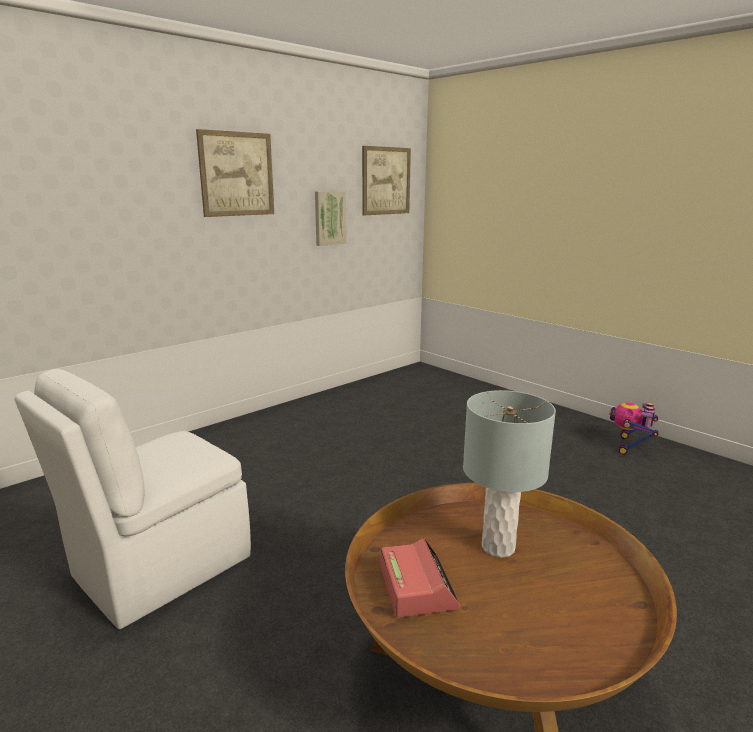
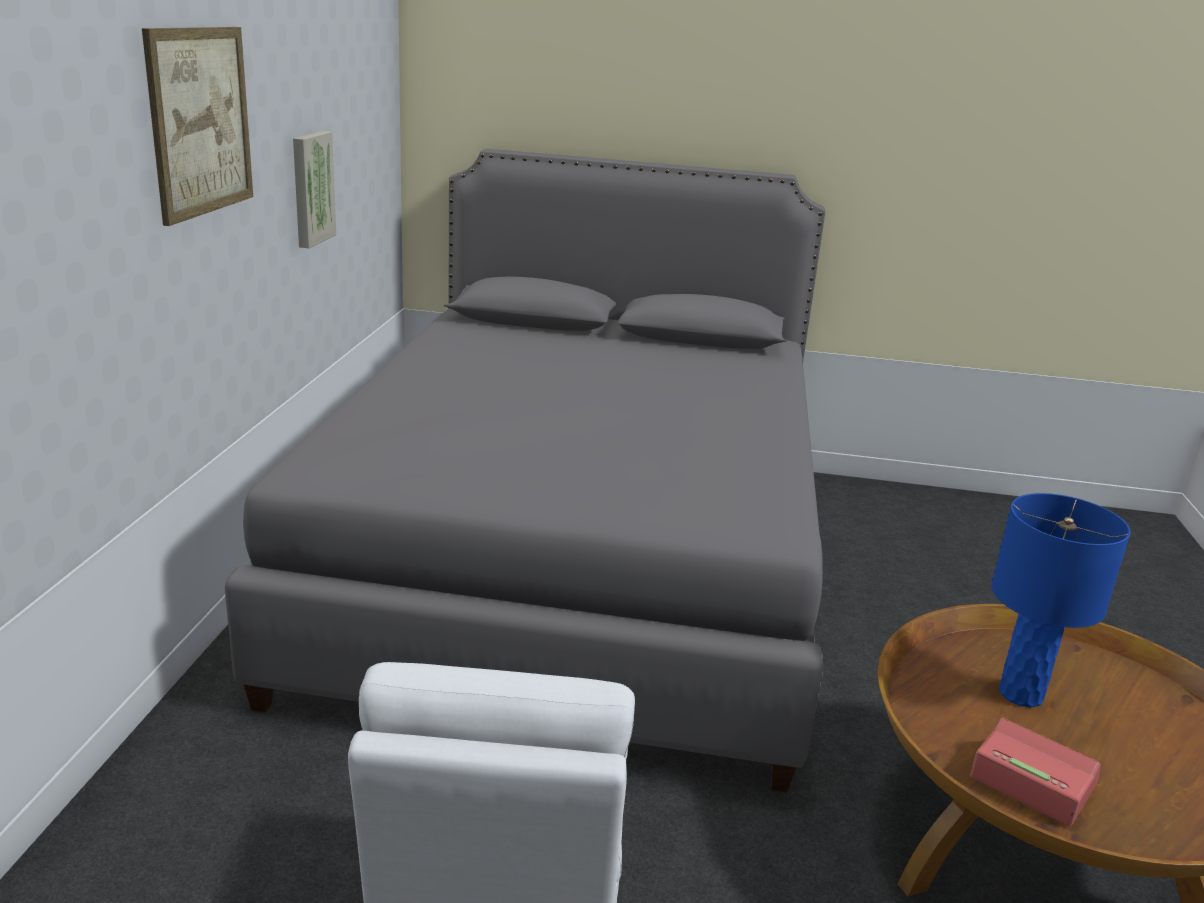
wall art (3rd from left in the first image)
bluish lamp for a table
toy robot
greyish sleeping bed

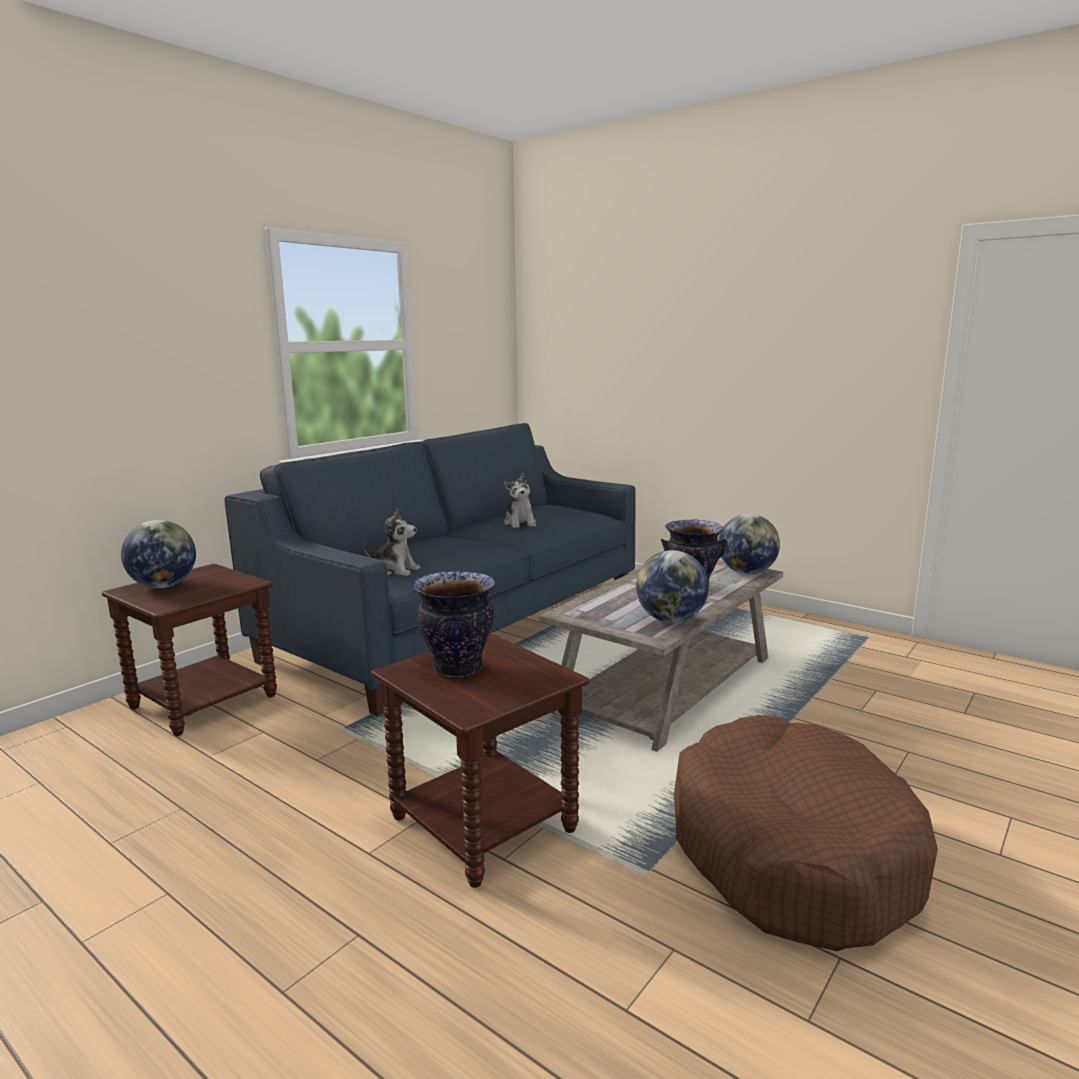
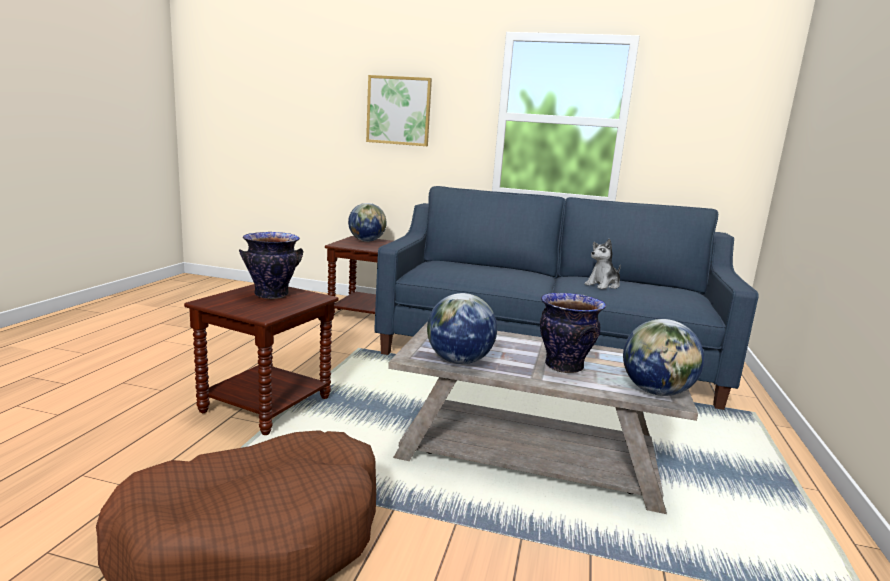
plush toy (1st from left in the first image)
wall art

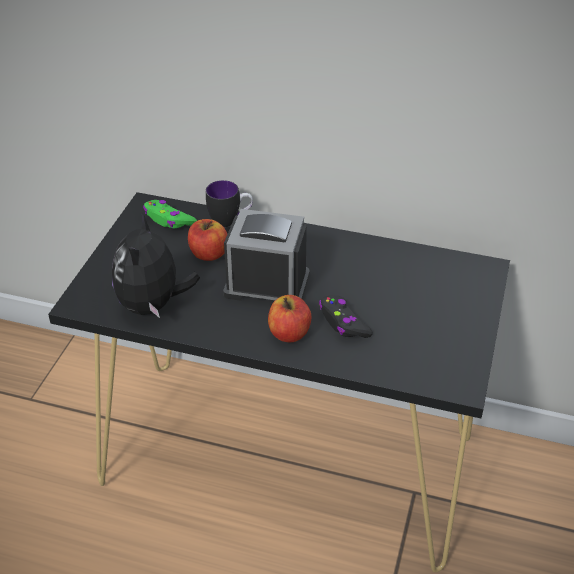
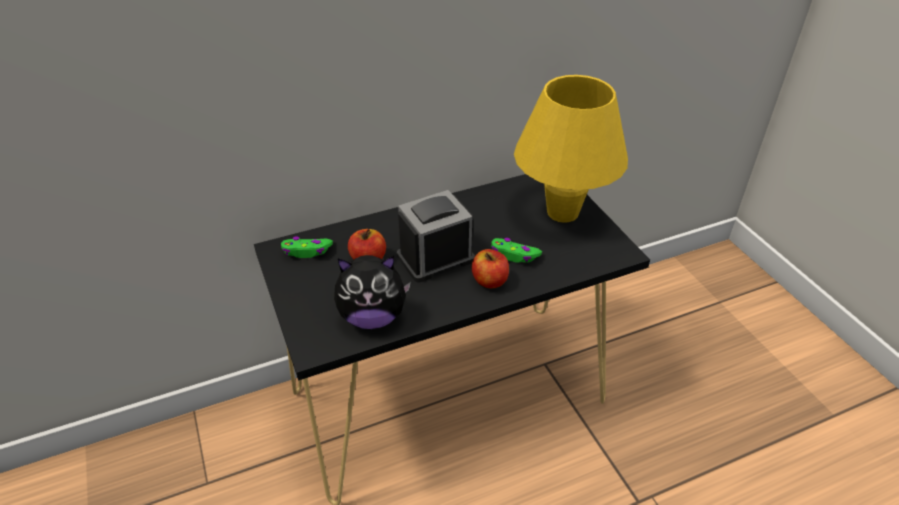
coffee mug
plush toy
greenish joypad (2nd from left)
yellow lamp for a table

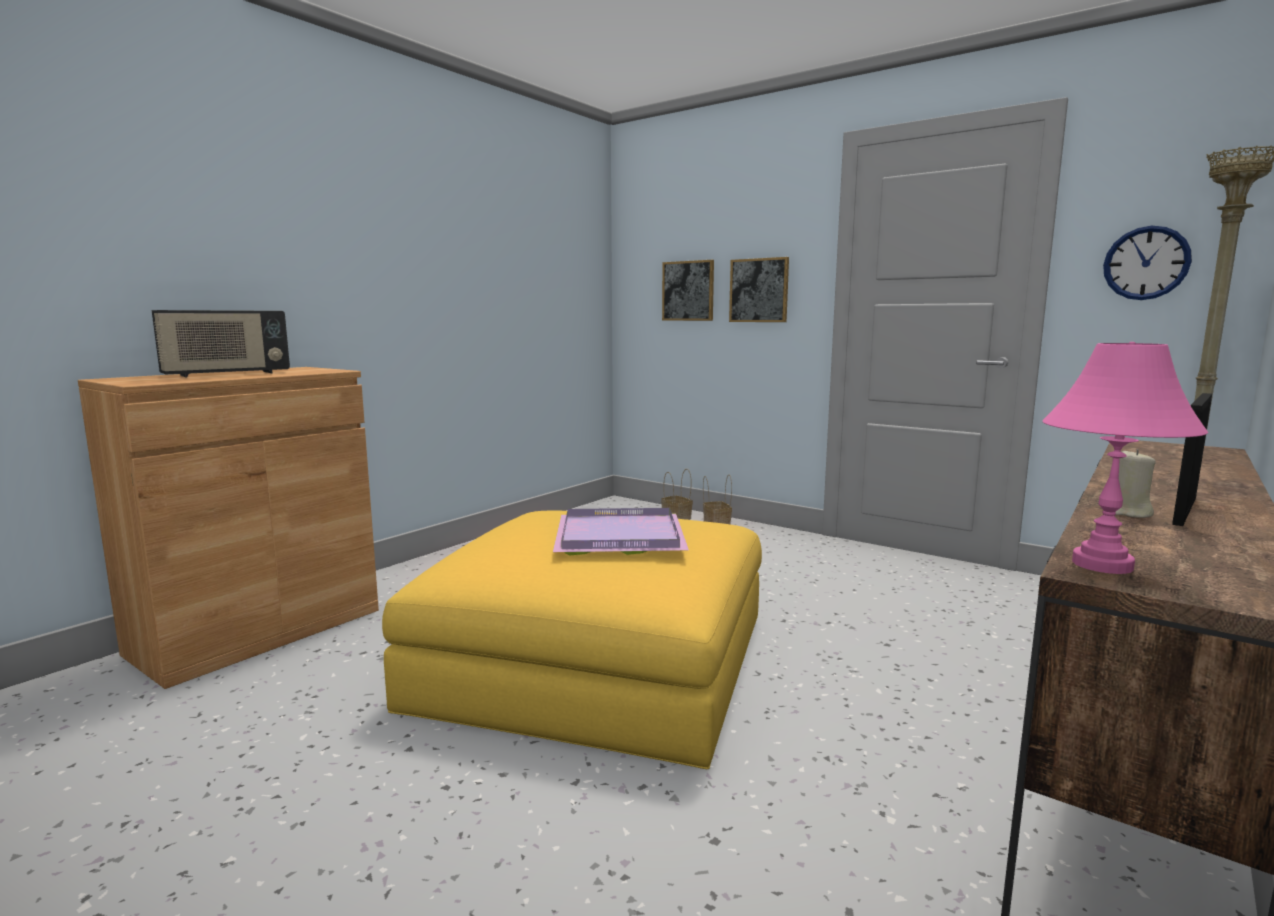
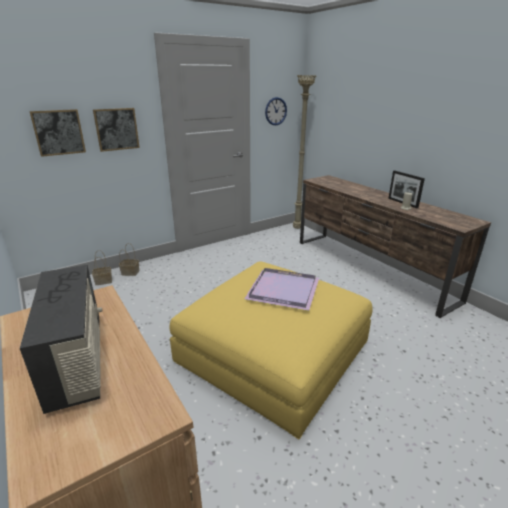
pink lamp for a table

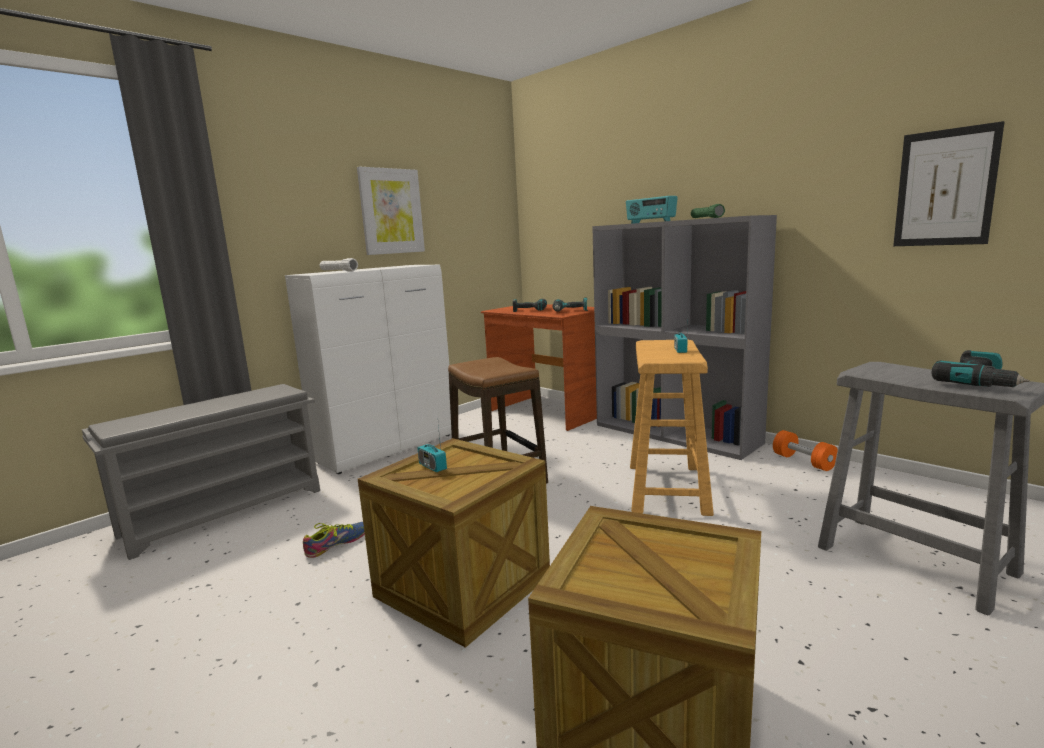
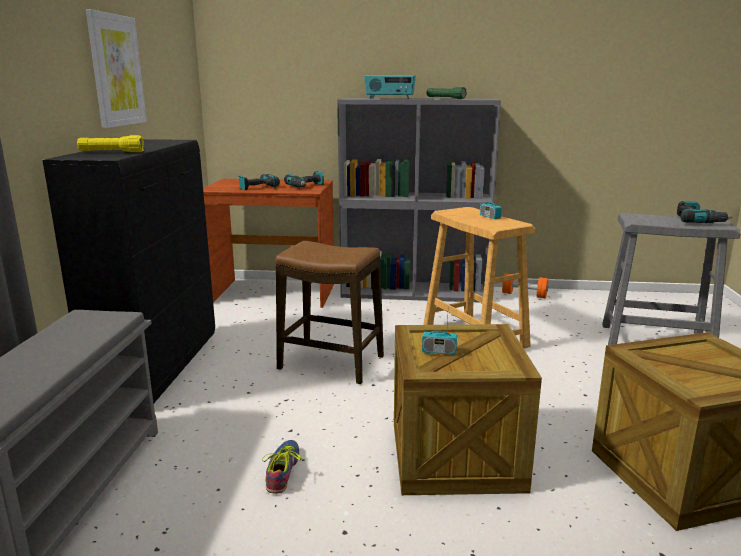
wall art (2nd from left in the first image)
yellow flashlight
black-coloured cabinet

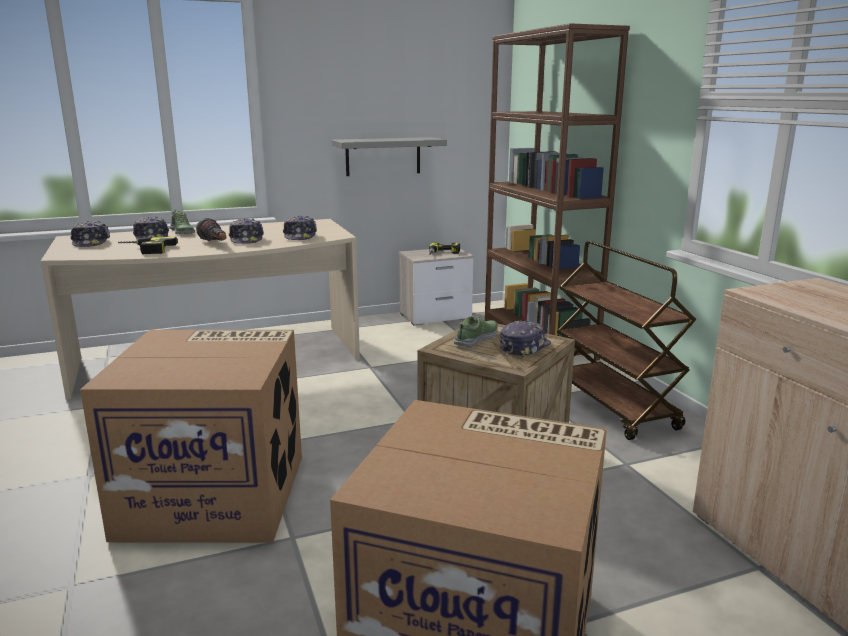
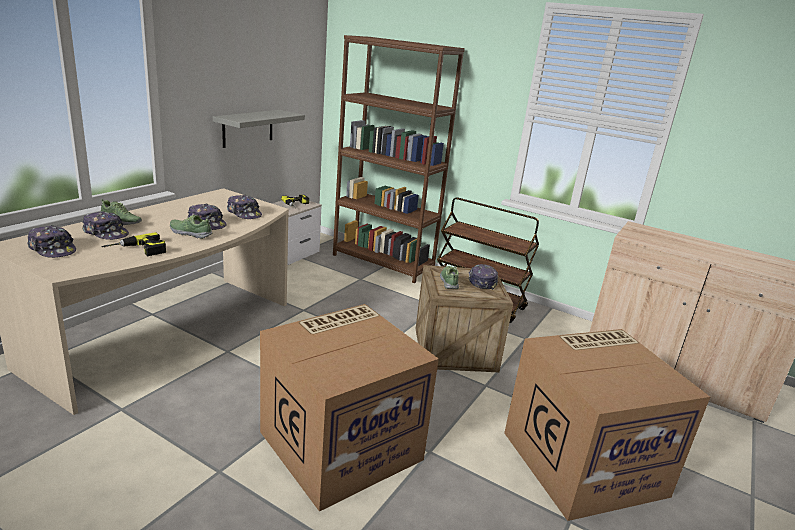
shoe (2nd from left)

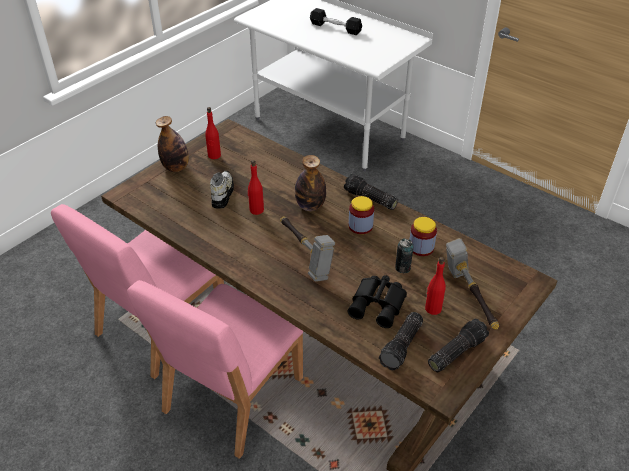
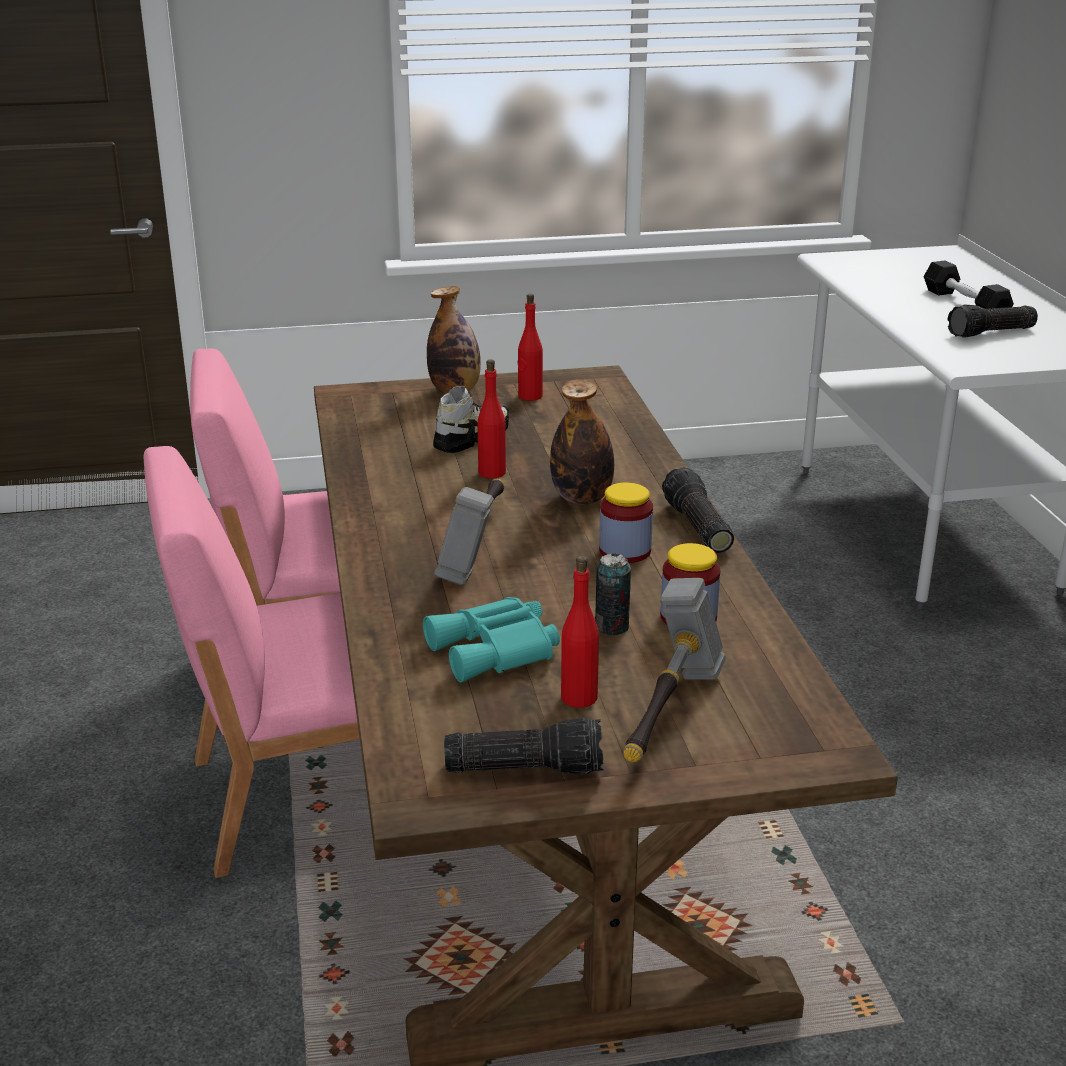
turquoise binoculars
flashlight (3rd from left)

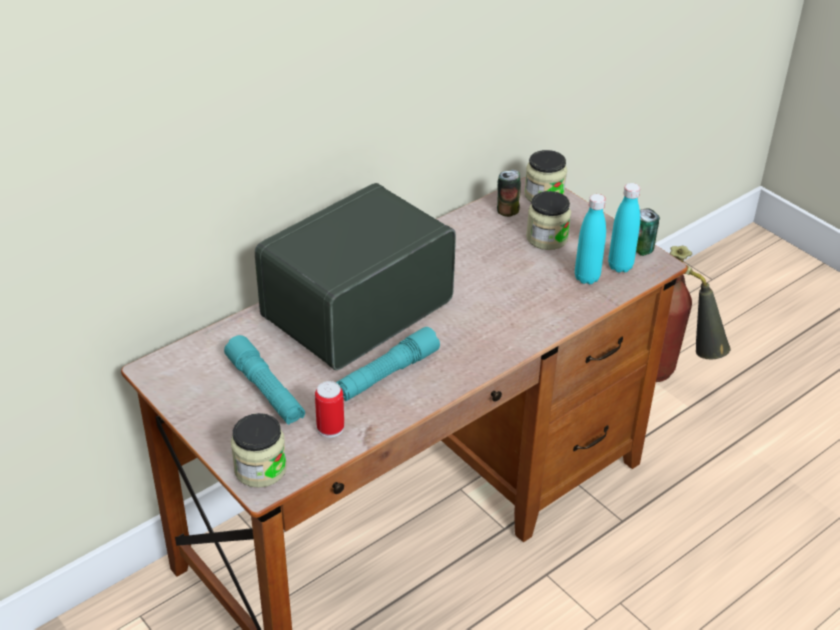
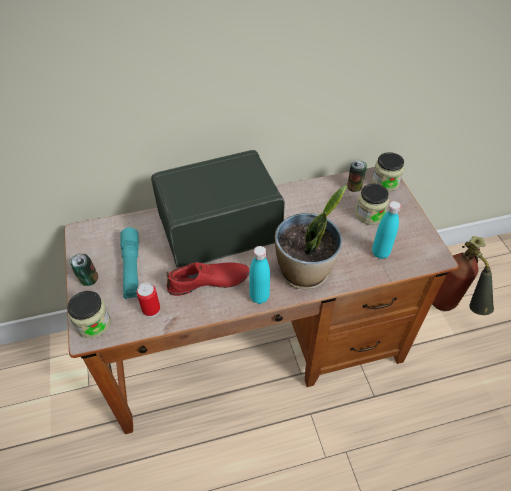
turquoise drink bottle (1st from left)
can (1st from left)
red-coloured shoe
houseplant

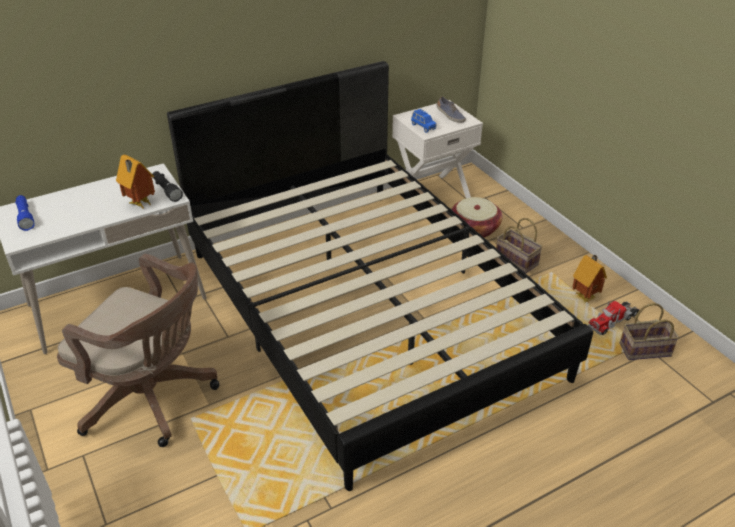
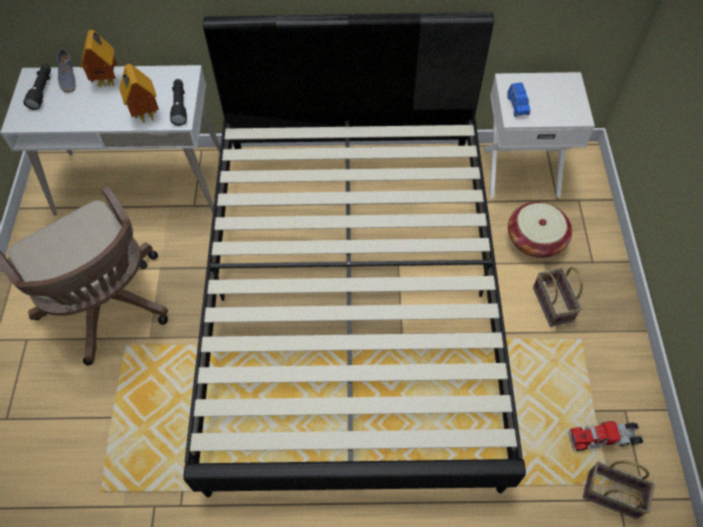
shoe
black-coloured flashlight (1st from left)
model house (1st from left)

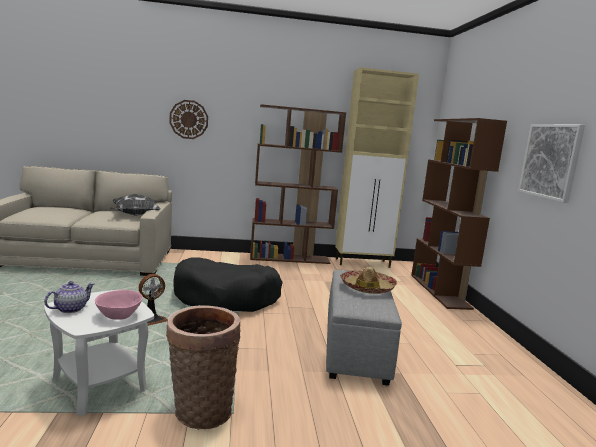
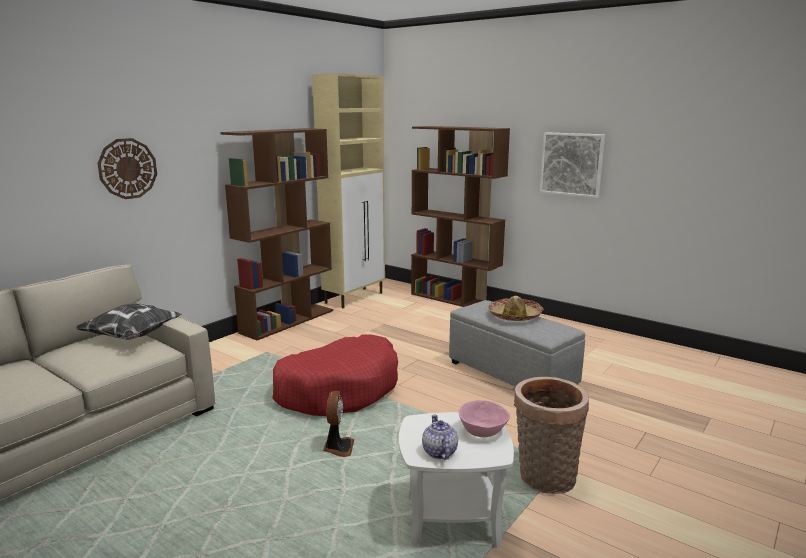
red-coloured pet bed

